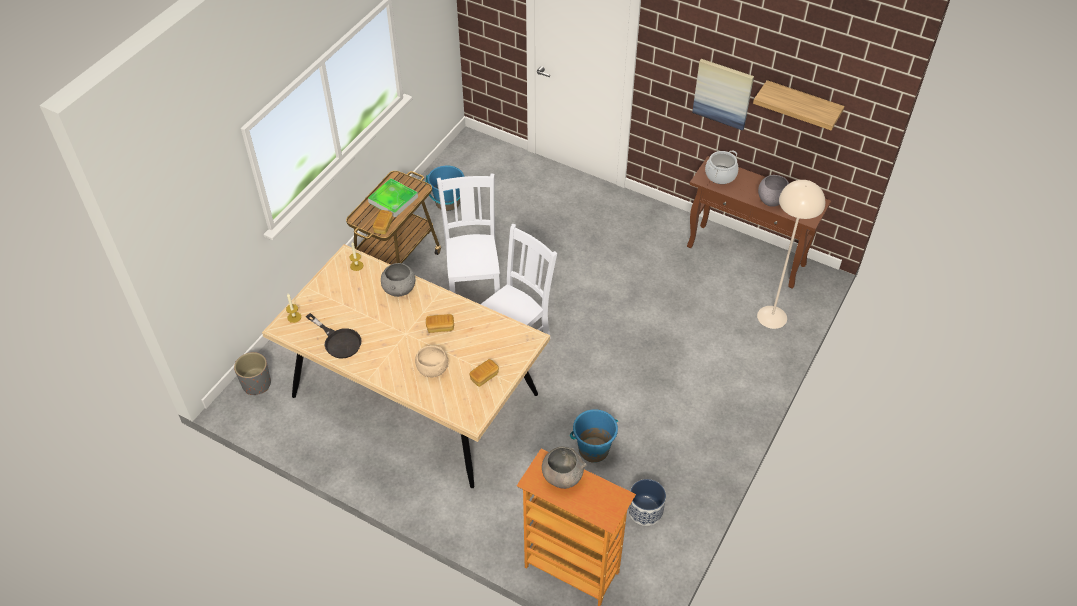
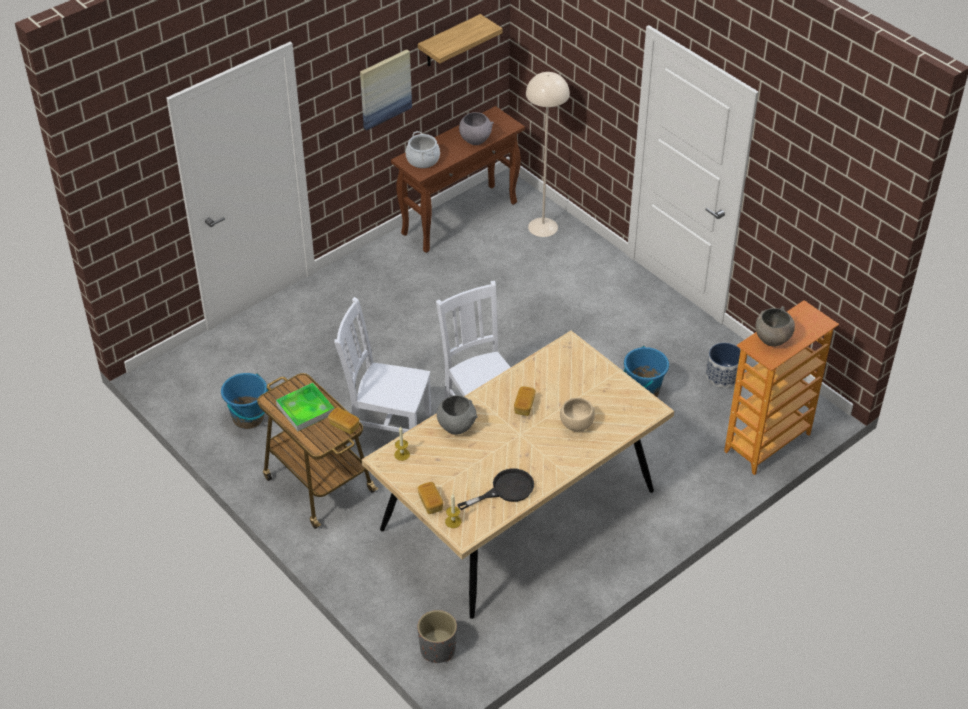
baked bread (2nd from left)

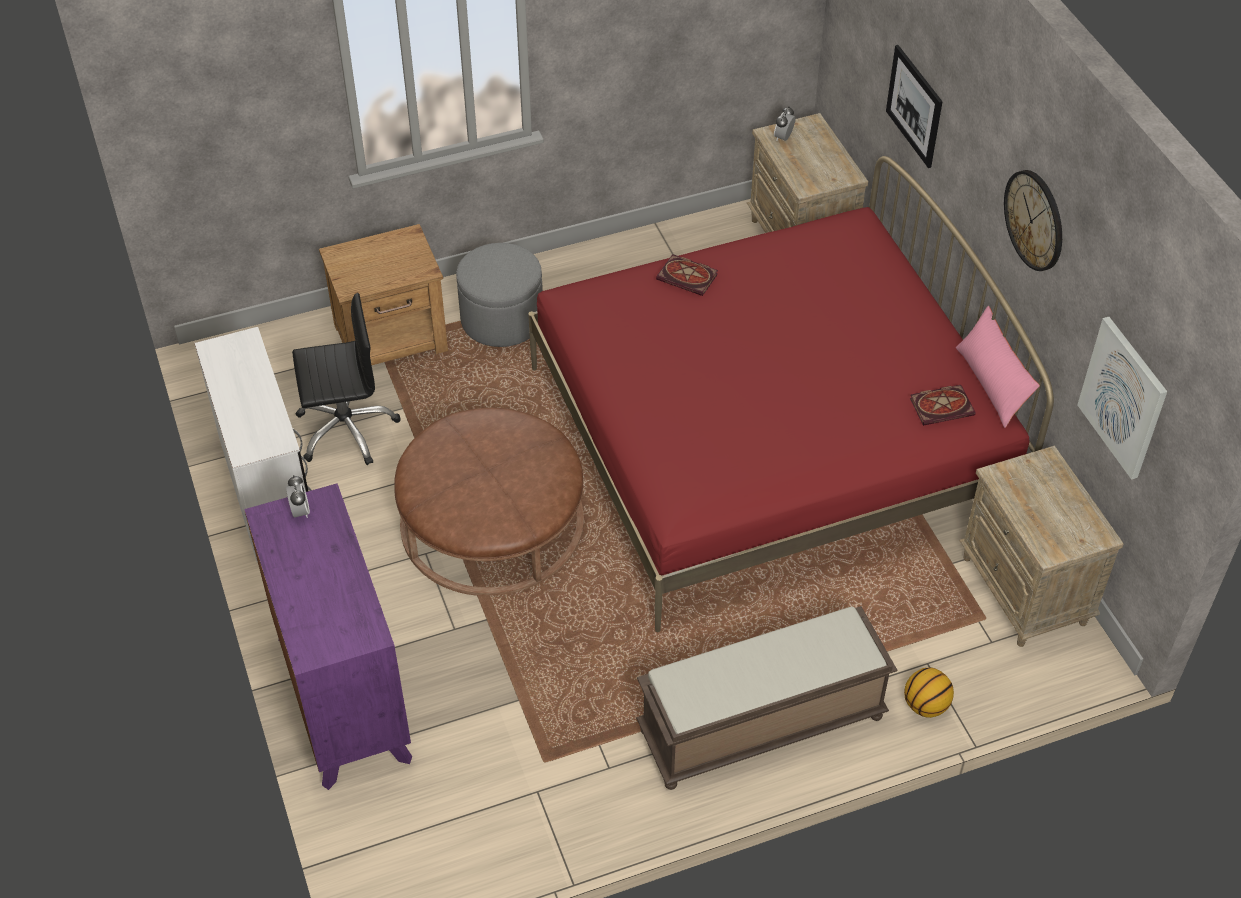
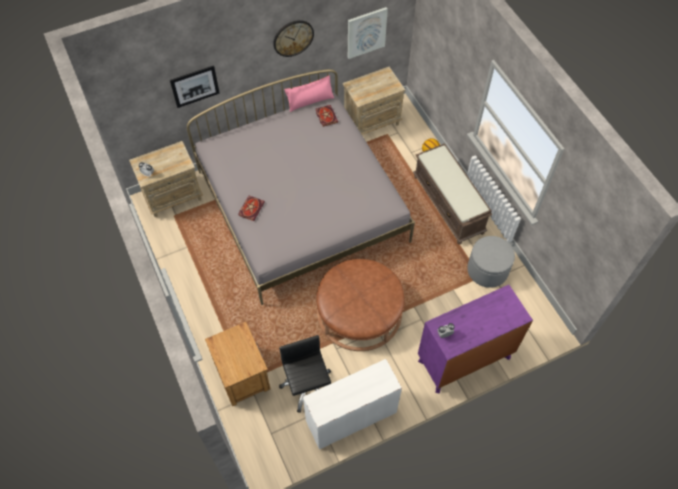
greyish sleeping bed
greyish ottoman

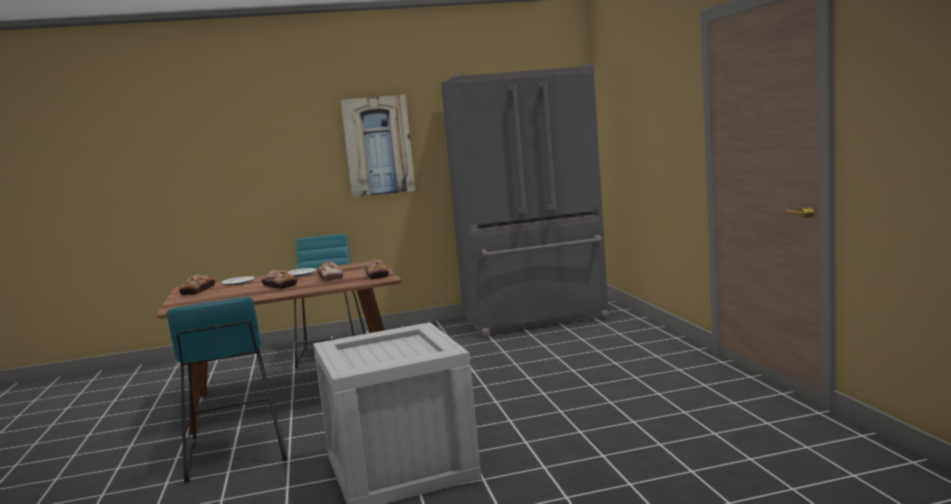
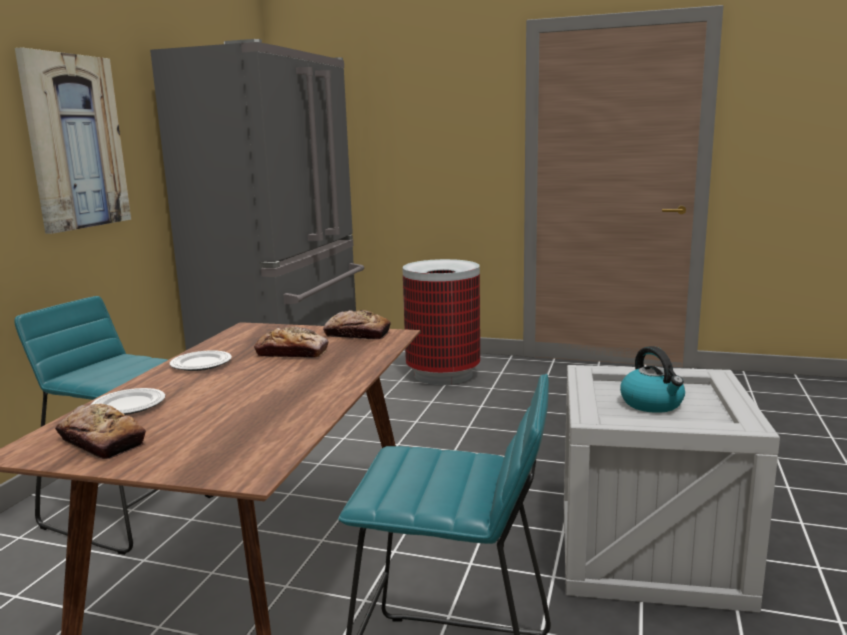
baked bread (2nd from left in the first image)
waste bin
tea kettle

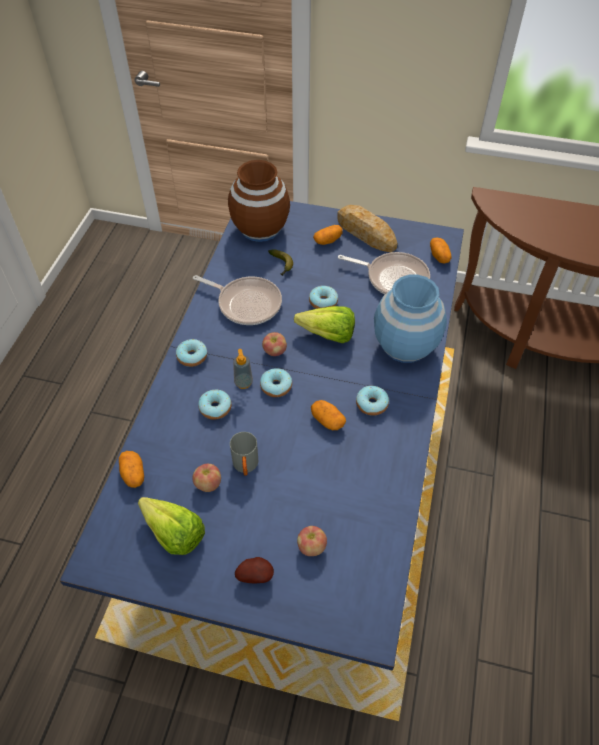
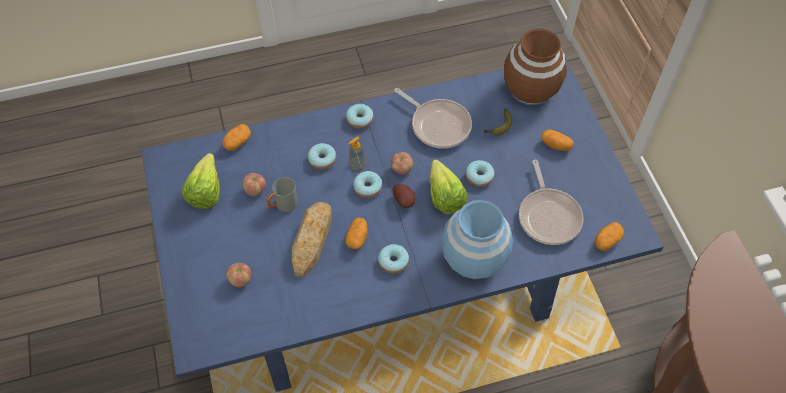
baked bread
pan (1st from left)
potato (3rd from left)

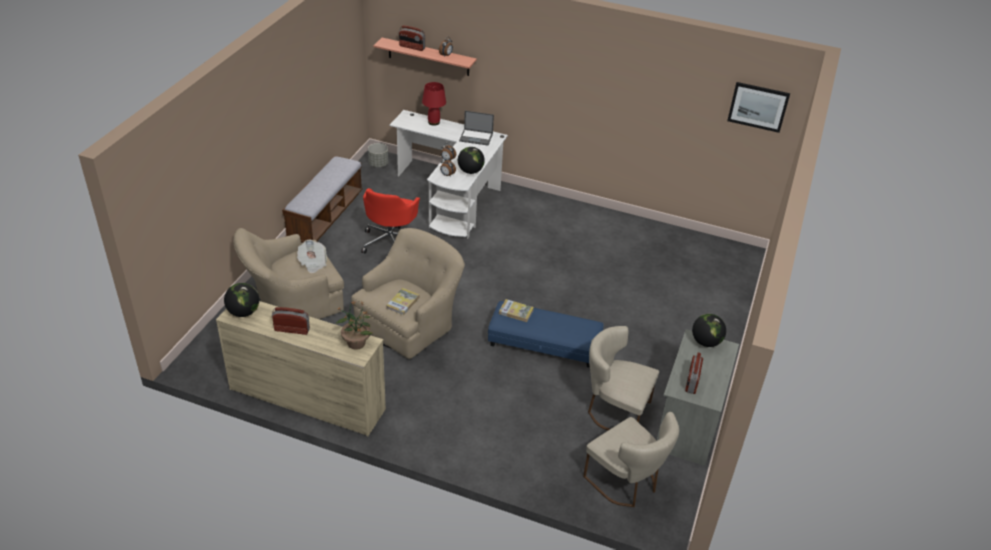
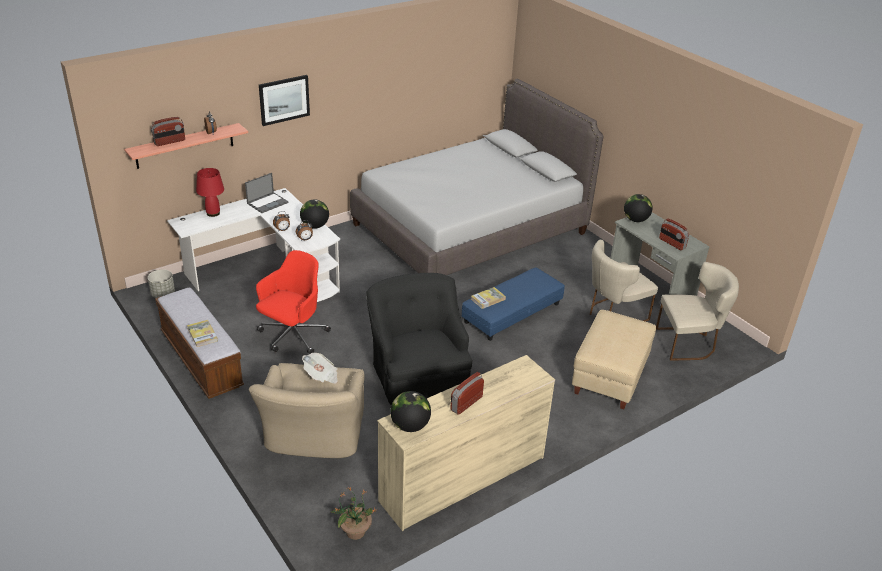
wall art
red-coloured desk chair
black-coloured easy chair
bound book (1st from left)
houseplant
greyish sleeping bed
sand-coloured ottoman

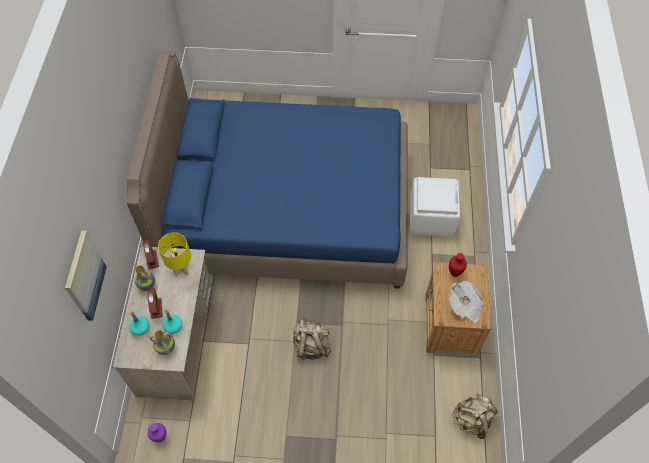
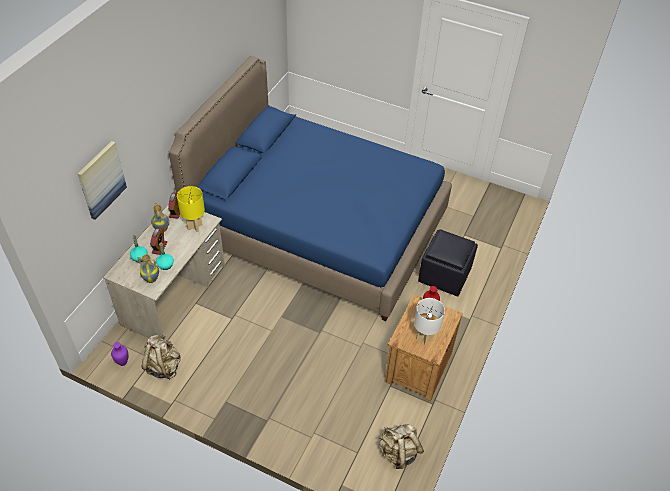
black-coloured ottoman
white-coloured lamp for a table
sand-coloured knapsack (1st from left)

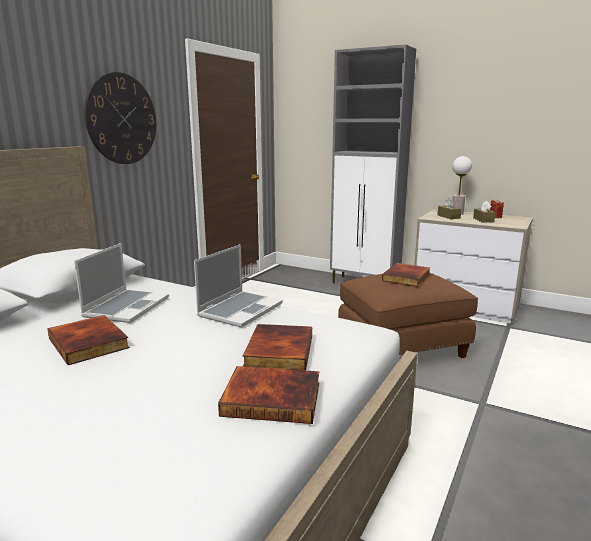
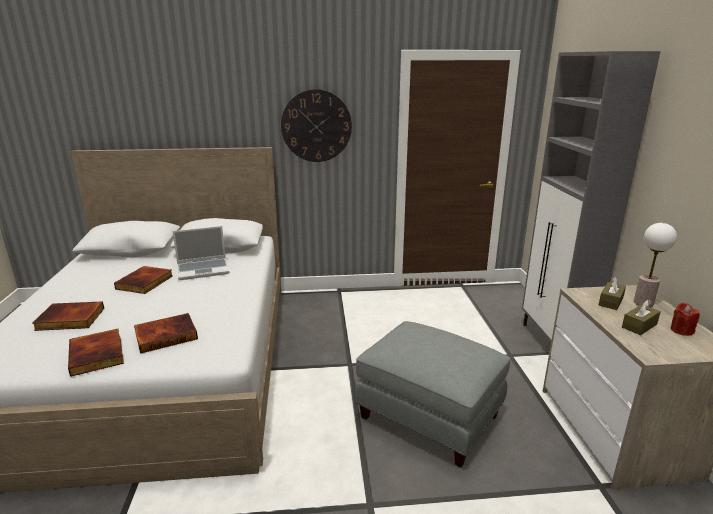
laptop (2nd from left in the first image)
bound book (1st from left)
greyish ottoman

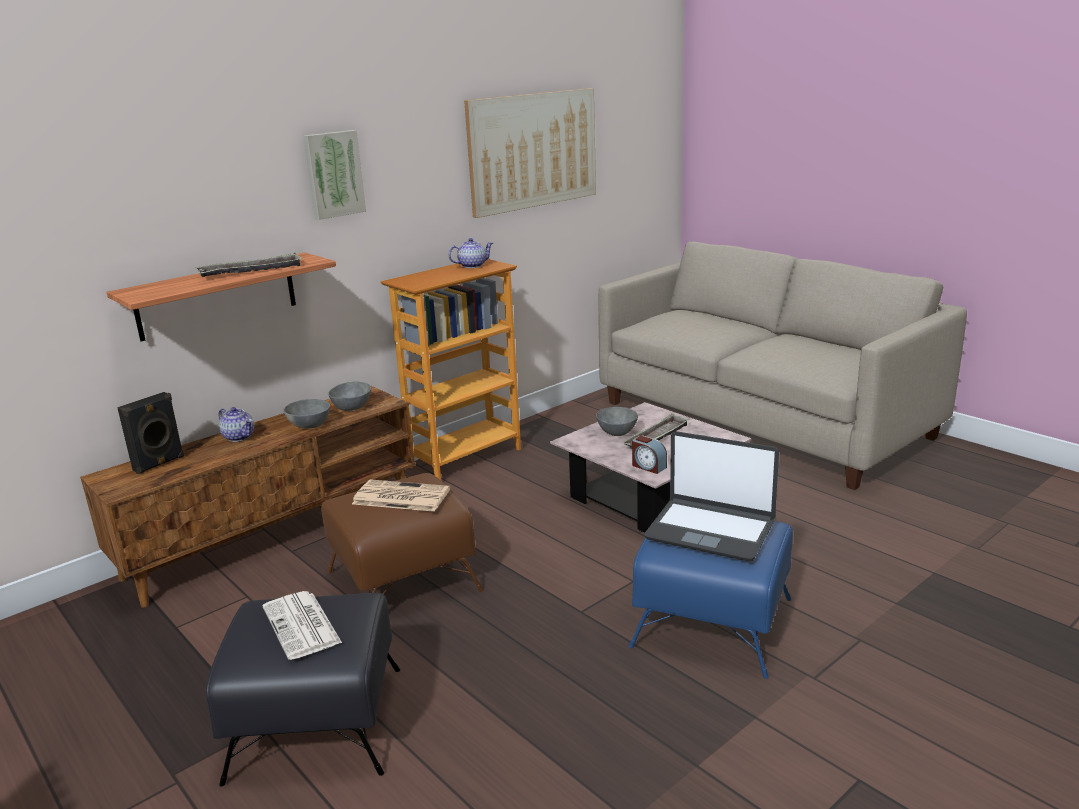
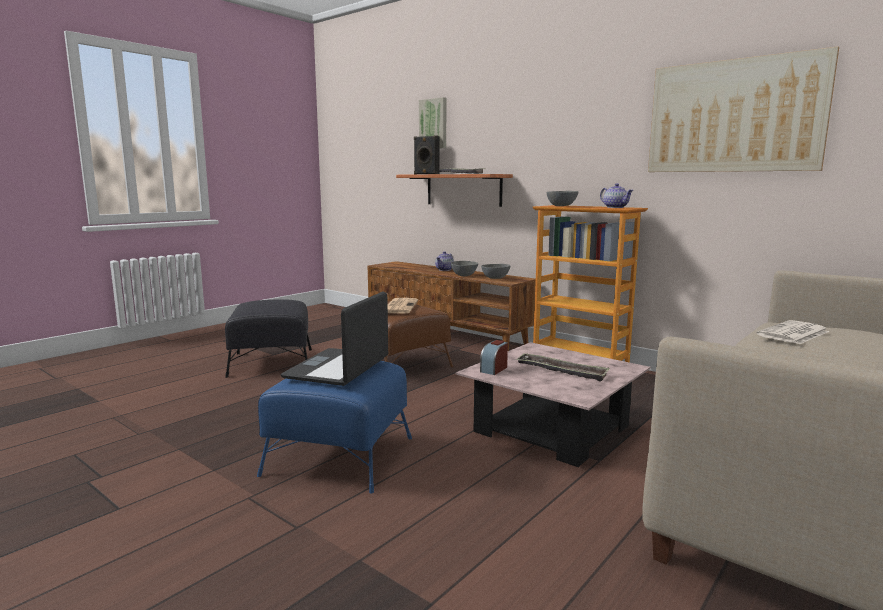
wall art (1st from left)
black-coloured audio speaker
greyish bowl (3rd from left)
newspaper (2nd from left)

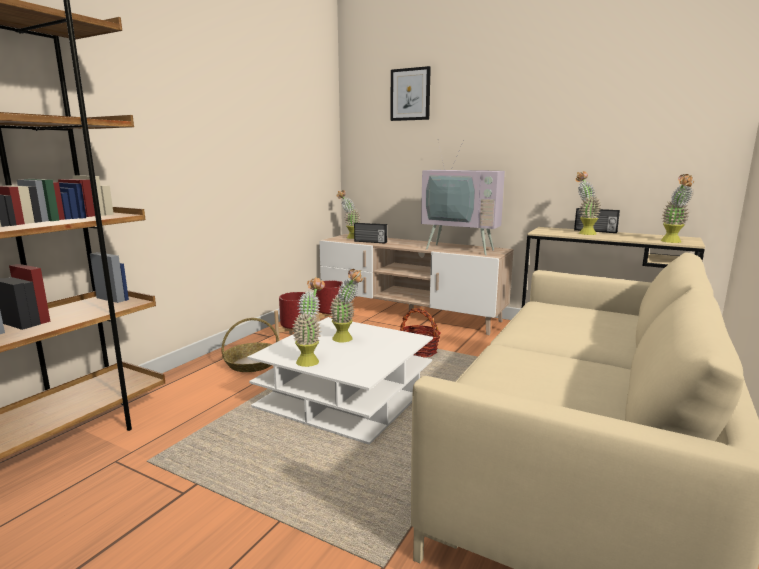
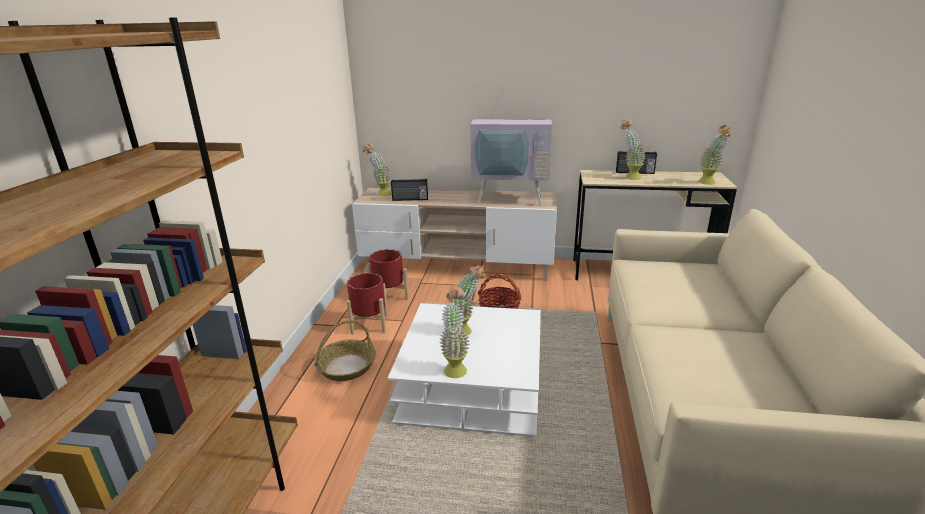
wall art

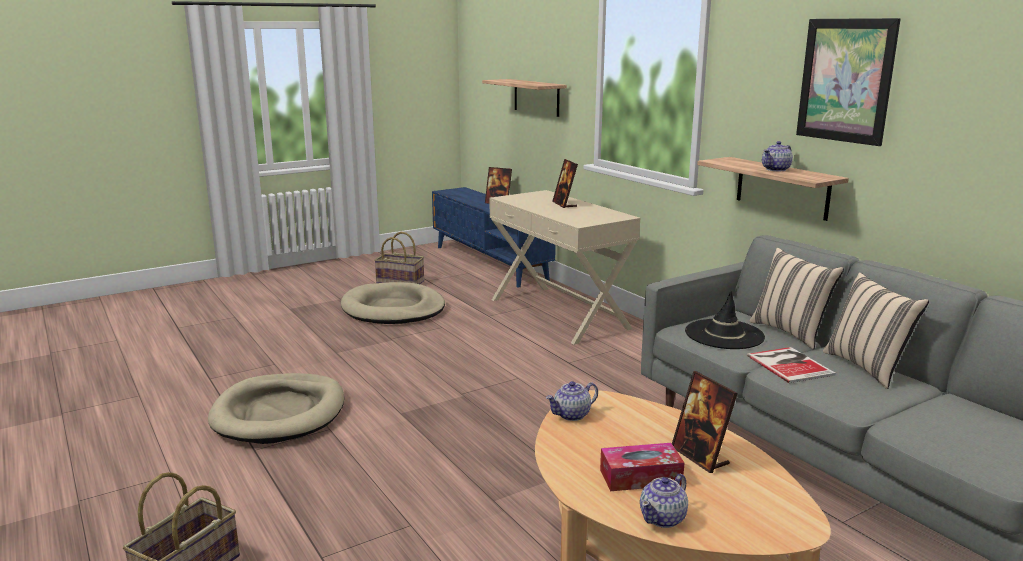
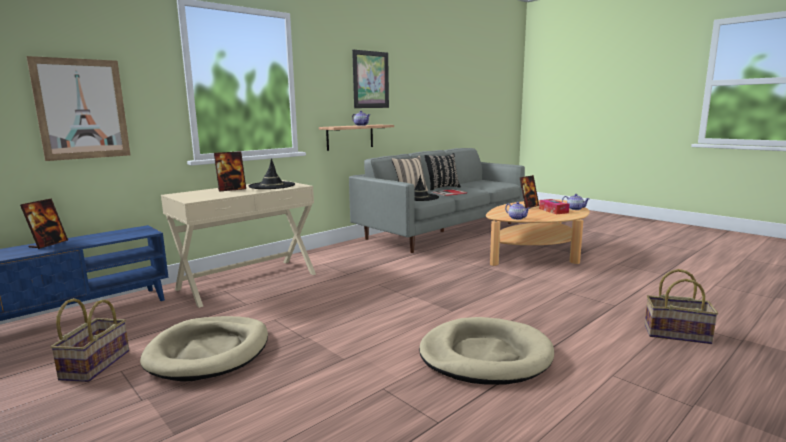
wall art (1st from left)
black-coloured cushion
black-coloured hat (1st from left)

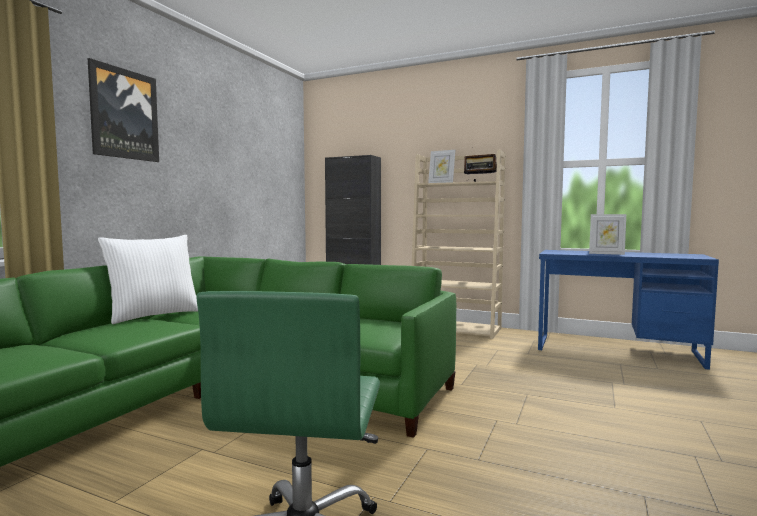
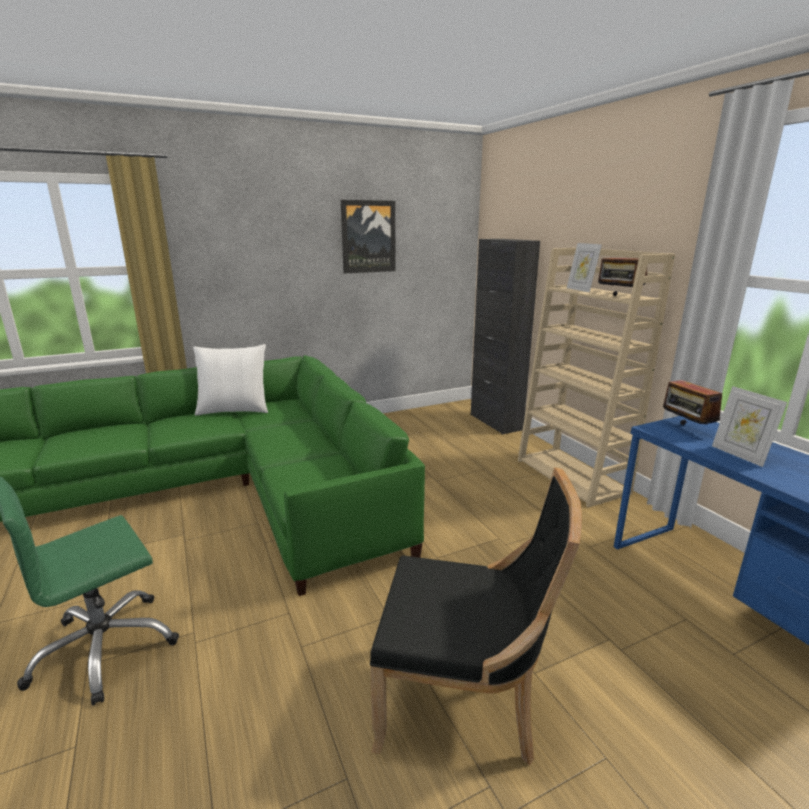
wall art
radio (2nd from left)
black-coloured plain chair

